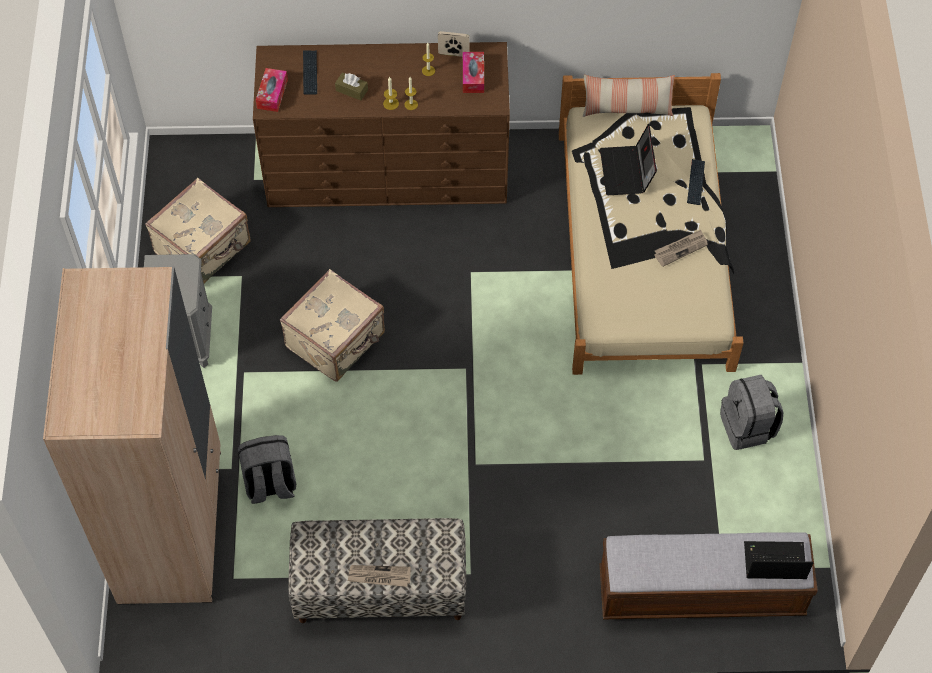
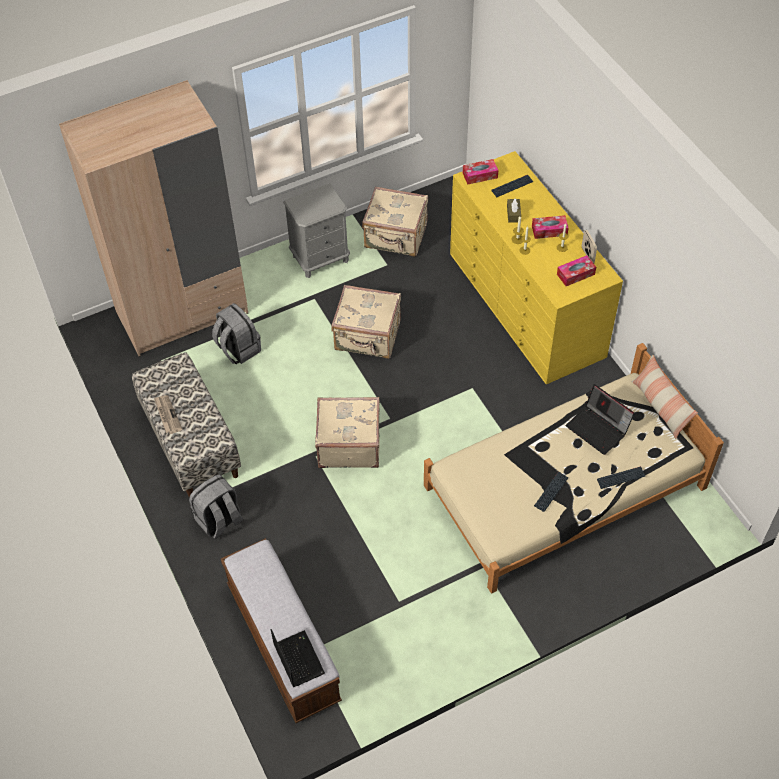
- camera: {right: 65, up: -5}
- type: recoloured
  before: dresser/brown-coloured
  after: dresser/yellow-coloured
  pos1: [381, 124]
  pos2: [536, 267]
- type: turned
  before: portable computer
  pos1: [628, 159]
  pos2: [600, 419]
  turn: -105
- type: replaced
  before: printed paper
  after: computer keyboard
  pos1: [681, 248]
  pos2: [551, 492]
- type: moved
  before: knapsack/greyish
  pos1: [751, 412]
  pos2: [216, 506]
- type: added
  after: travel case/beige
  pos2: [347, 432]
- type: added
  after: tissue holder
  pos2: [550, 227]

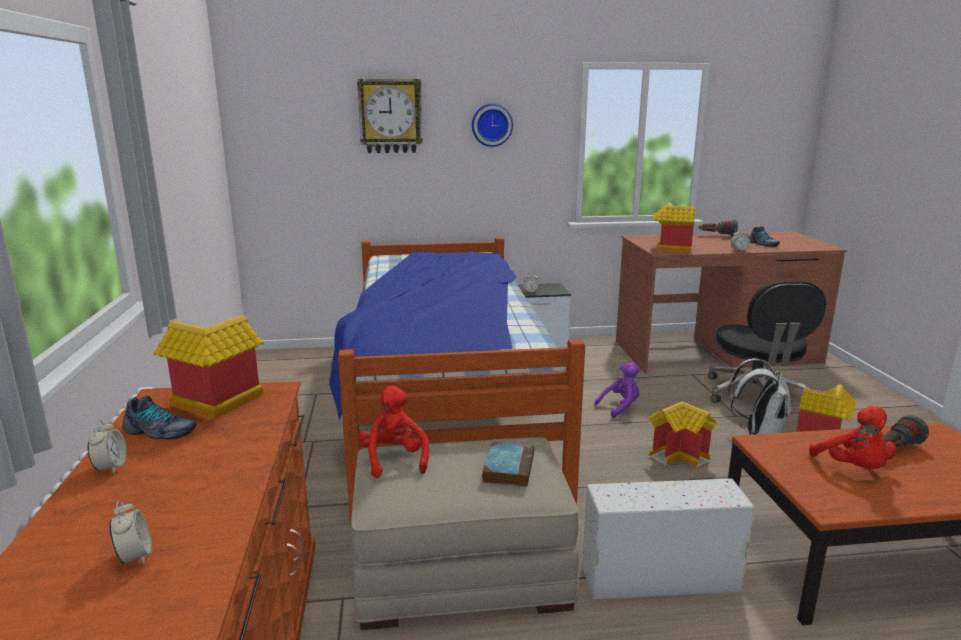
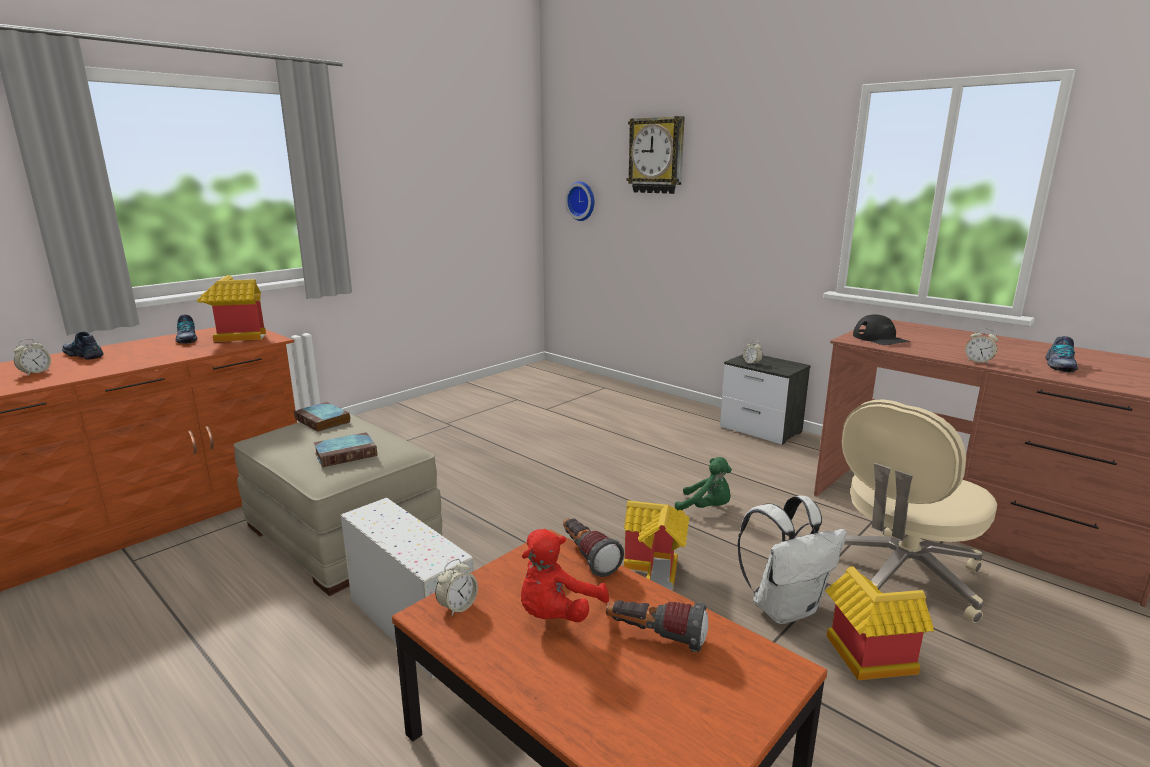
- camera: {right: 50, up: 0}
- type: moved
  before: table clock
  pos1: [107, 447]
  pos2: [456, 587]
- type: removed
  before: bed
  pos1: [457, 381]
- type: replaced
  before: soft toy/red
  after: volume
  pos1: [394, 432]
  pos2: [322, 417]
- type: moved
  before: clock on the wall
  pos1: [492, 125]
  pos2: [579, 201]
- type: recoloured
  before: soft toy/purplish
  after: soft toy/green-coloured
  pos1: [617, 390]
  pos2: [703, 483]
- type: replaced
  before: miniature house
  after: baseball cap/blackish
  pos1: [674, 227]
  pos2: [881, 329]
- type: moved
  before: torch
  pos1: [718, 228]
  pos2: [593, 547]
- type: recoloured
  before: desk chair/blackish
  after: desk chair/beige
  pos1: [767, 341]
  pos2: [919, 511]
- type: added
  after: shoe
  pos2: [82, 345]

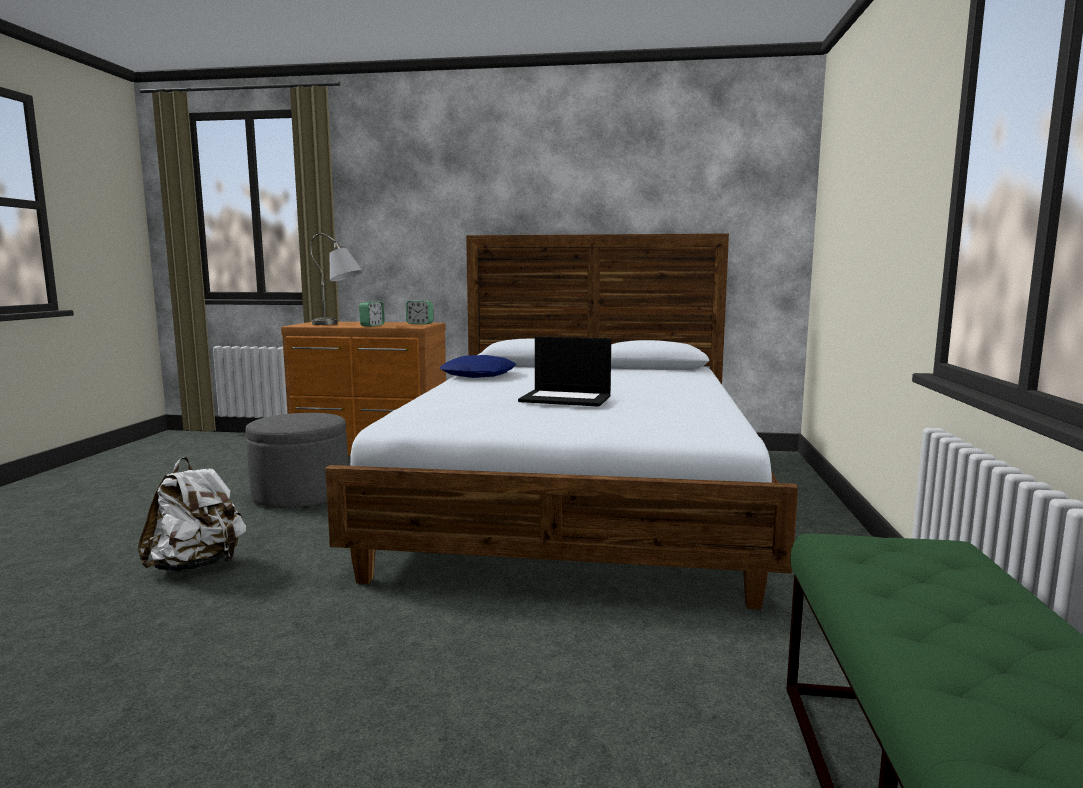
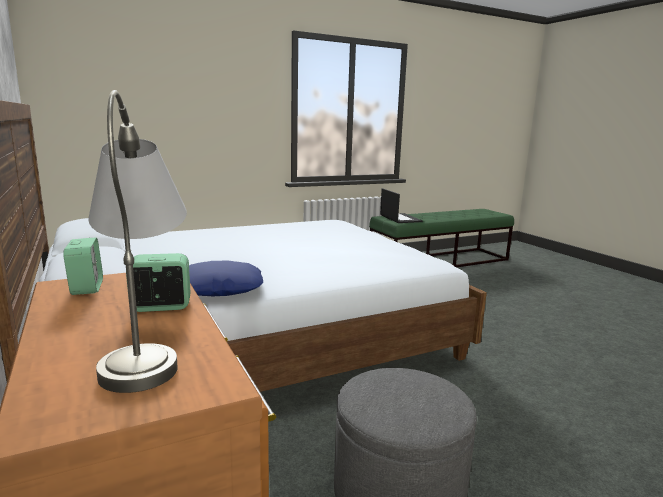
- camera: {right: -125, up: 5}
- type: removed
  before: knapsack/whitish
  pos1: [192, 514]
- type: moved
  before: portable computer
  pos1: [564, 371]
  pos2: [401, 205]

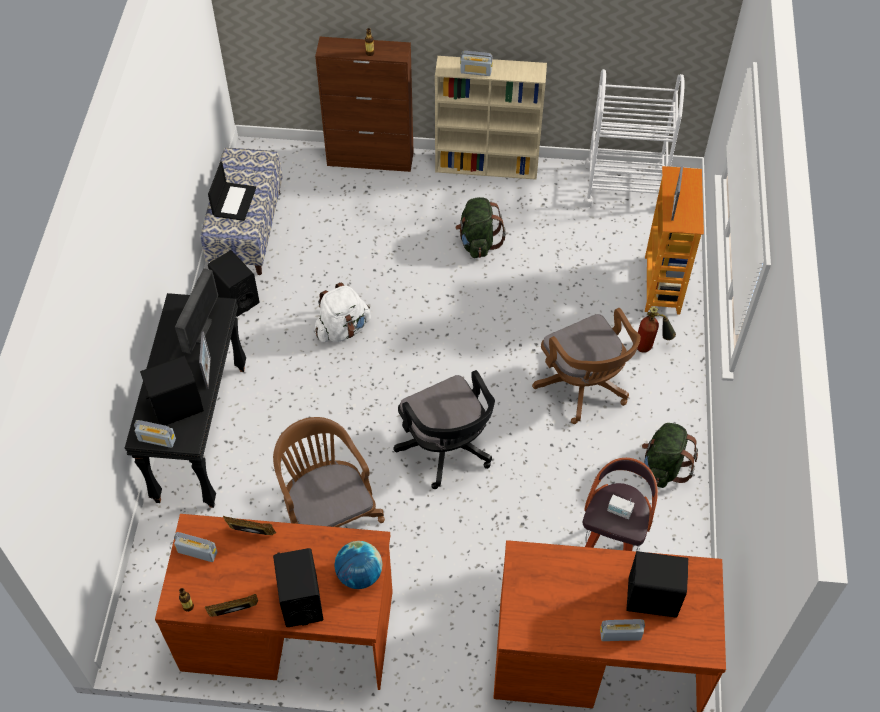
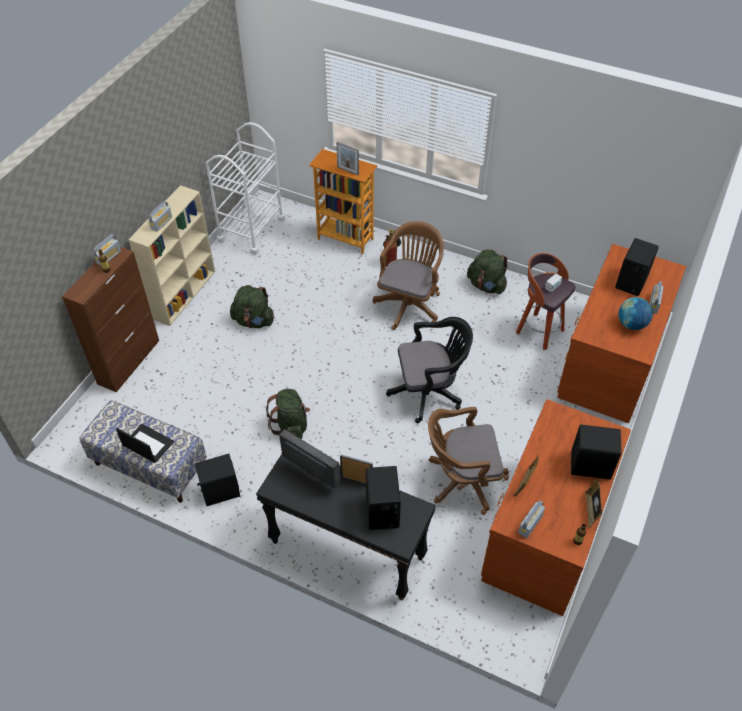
- camera: {right: -70, up: -5}
- type: moved
  before: radio receiver
  pos1: [155, 434]
  pos2: [107, 250]
- type: recoloured
  before: knapsack/whitish
  after: knapsack/green-coloured
  pos1: [342, 312]
  pos2: [288, 414]
- type: moved
  before: globe
  pos1: [358, 565]
  pos2: [636, 313]
- type: turned
  before: desk chair/brown-coloured
  pos1: [586, 366]
  pos2: [408, 275]
  turn: -60

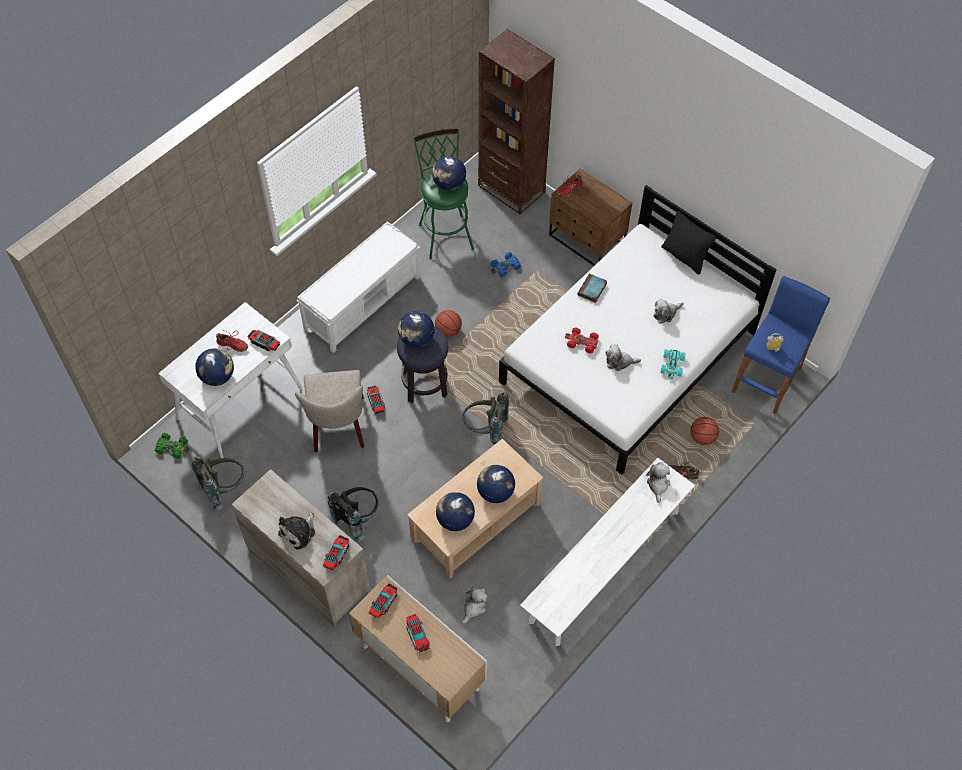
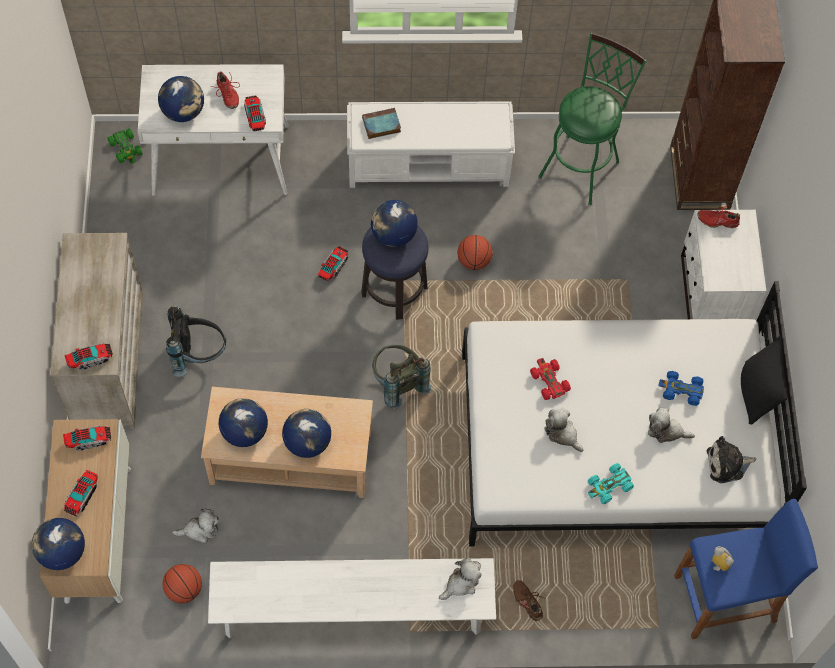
- camera: {right: 45, up: 5}
- type: removed
  before: knapsack/greyish
  pos1: [217, 483]
- type: moved
  before: soft toy
  pos1: [296, 531]
  pos2: [731, 459]
- type: removed
  before: plain chair/beige
  pos1: [329, 411]
- type: moved
  before: globe
  pos1: [449, 173]
  pos2: [58, 544]
- type: moved
  before: toy car/bluish
  pos1: [506, 264]
  pos2: [681, 388]
- type: recoloured
  before: night table/brown-coloured
  after: night table/whitish
  pos1: [590, 217]
  pos2: [723, 264]
- type: moved
  before: volume
  pos1: [592, 288]
  pos2: [381, 123]
- type: moved
  before: ball for basketball
  pos1: [704, 431]
  pos2: [182, 583]

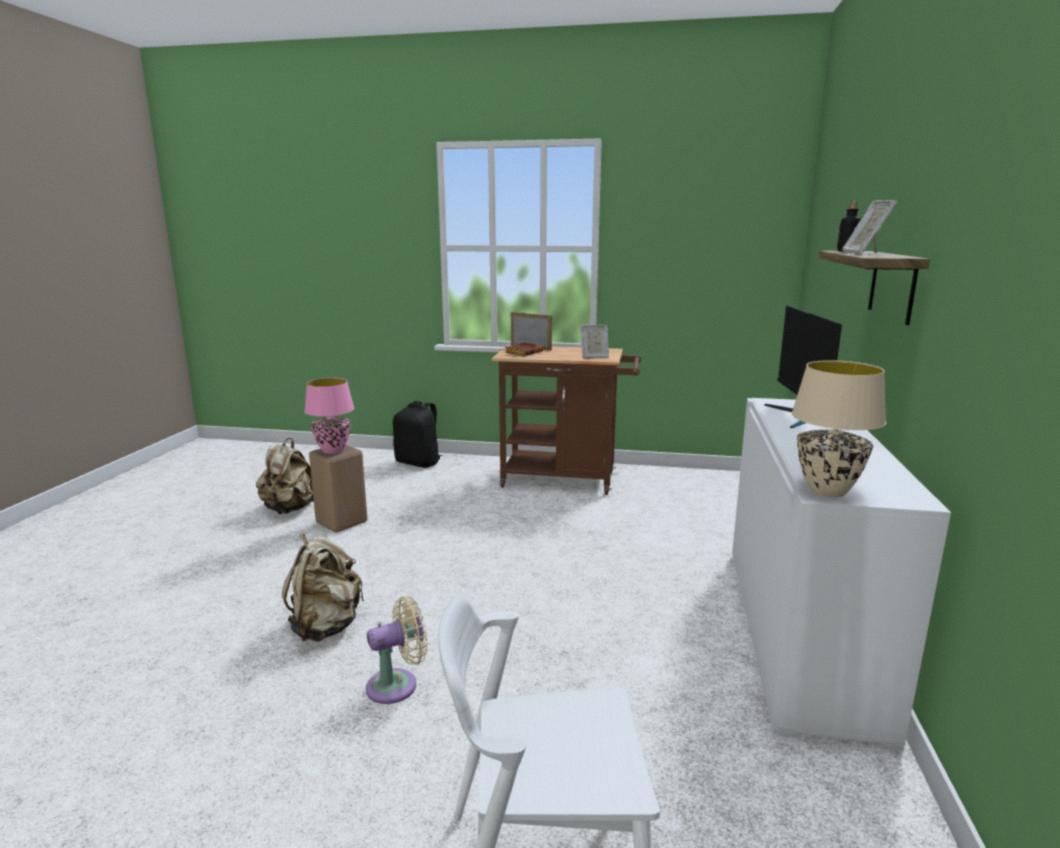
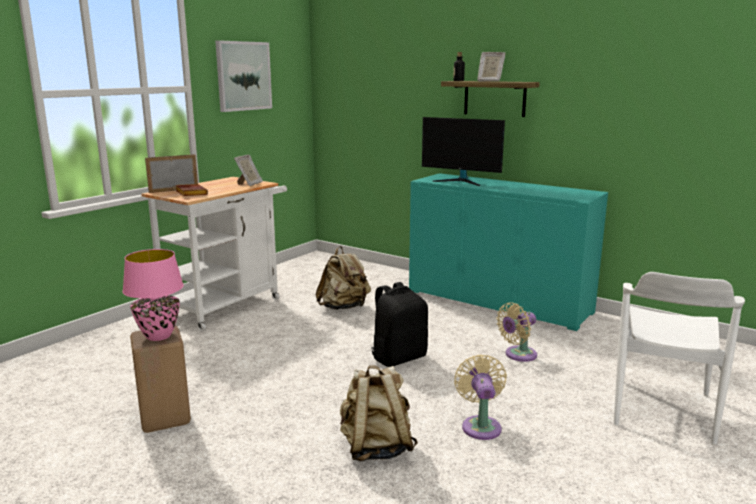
- camera: {right: -65, up: 0}
- type: moved
  before: knapsack/beige
  pos1: [285, 476]
  pos2: [343, 278]
- type: moved
  before: knapsack/blackish
  pos1: [417, 434]
  pos2: [400, 324]
- type: recoloured
  before: wheeled cart/brown-coloured
  after: wheeled cart/whitish
  pos1: [566, 420]
  pos2: [214, 254]
- type: recoloured
  before: storage cabinet/whitish
  after: storage cabinet/turquoise-coloured
  pos1: [841, 574]
  pos2: [508, 252]
- type: removed
  before: lamp for a table/beige
  pos1: [838, 428]
- type: added
  after: wall picture
  pos2: [243, 76]
- type: added
  after: cooling fan/beige
  pos2: [516, 332]

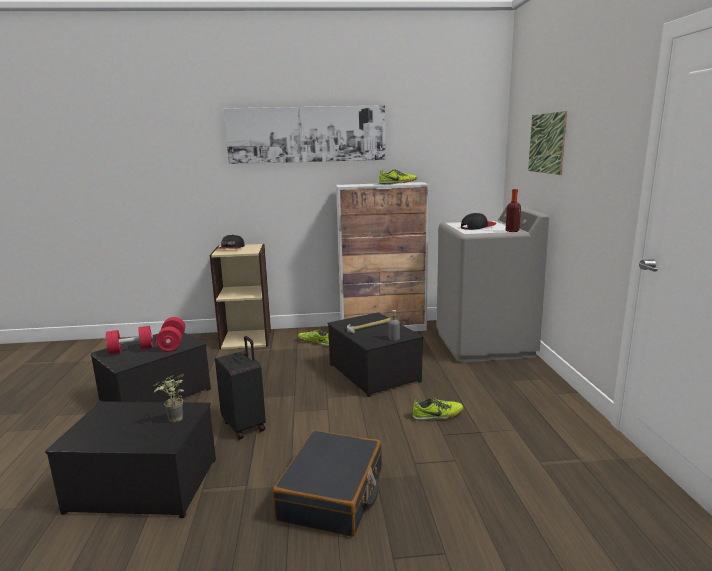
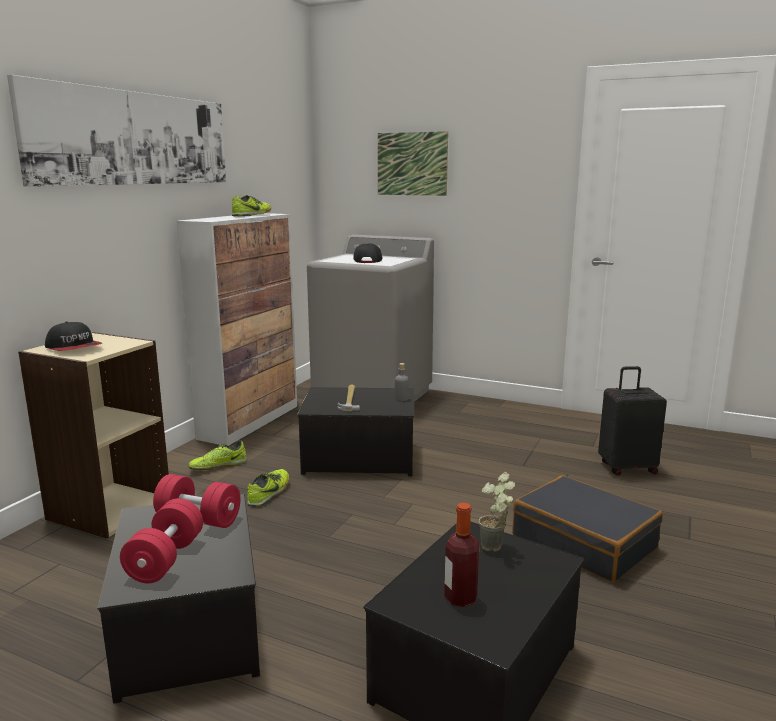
- camera: {right: -60, up: 0}
- type: moved
  before: travel case/blackish
  pos1: [240, 387]
  pos2: [632, 420]
- type: moved
  before: shoe
  pos1: [437, 409]
  pos2: [268, 488]
- type: moved
  before: beverage bottle
  pos1: [513, 210]
  pos2: [461, 555]

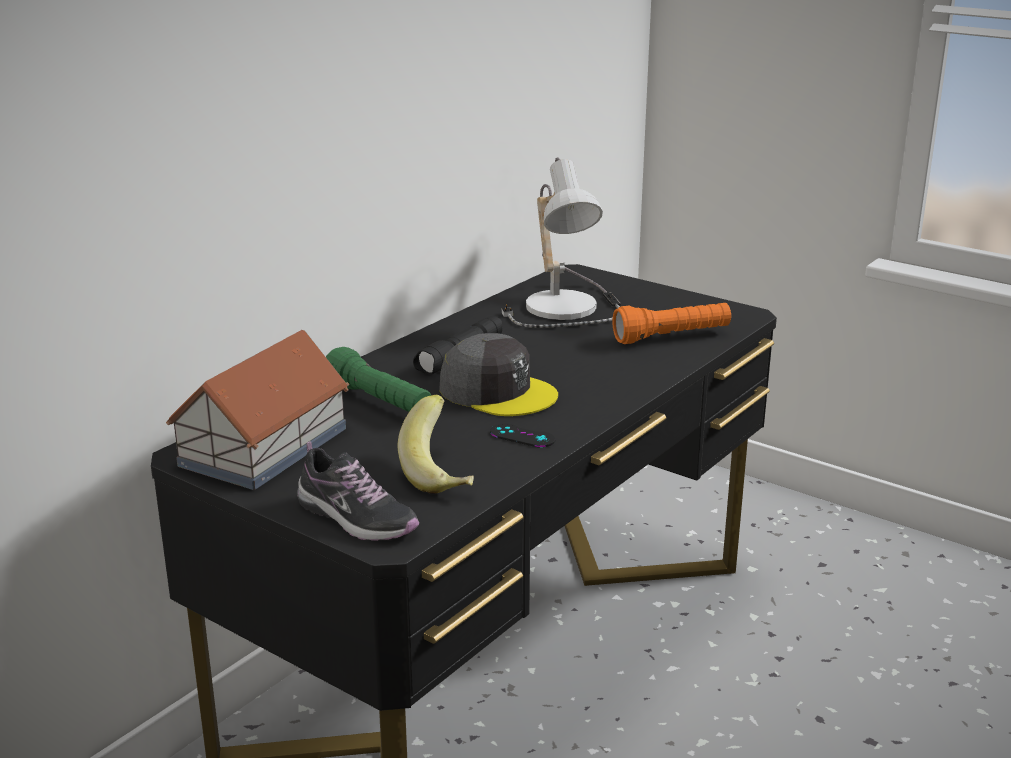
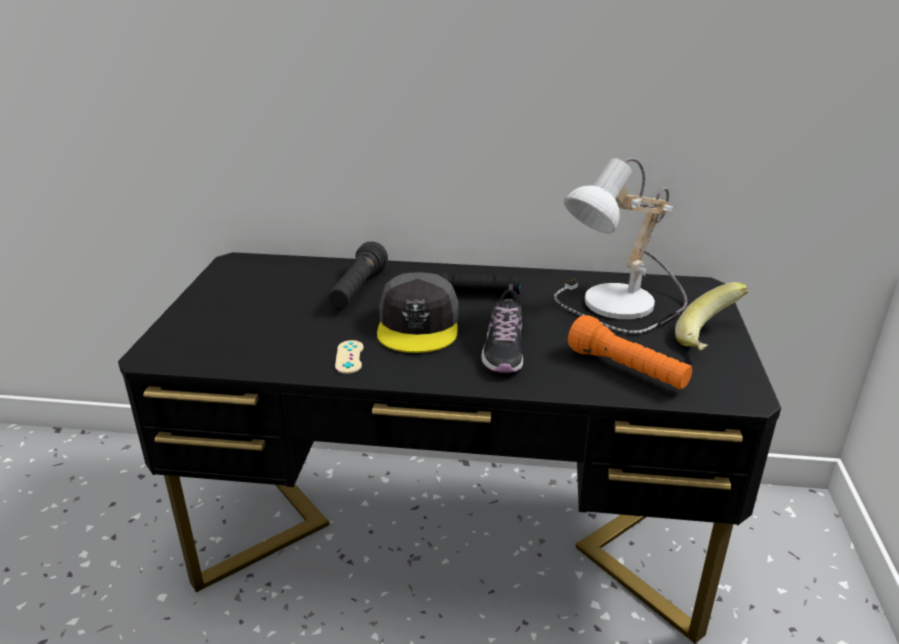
- camera: {right: 60, up: 5}
- type: removed
  before: miniature house
  pos1: [258, 410]
- type: moved
  before: shoe
  pos1: [358, 491]
  pos2: [502, 328]
- type: recoloured
  before: torch/green-coloured
  after: torch/blackish
  pos1: [378, 379]
  pos2: [358, 275]
- type: moved
  before: whole banana
  pos1: [436, 444]
  pos2: [712, 316]
- type: recoloured
  before: gamepad/blackish
  after: gamepad/beige
  pos1: [522, 435]
  pos2: [349, 357]

